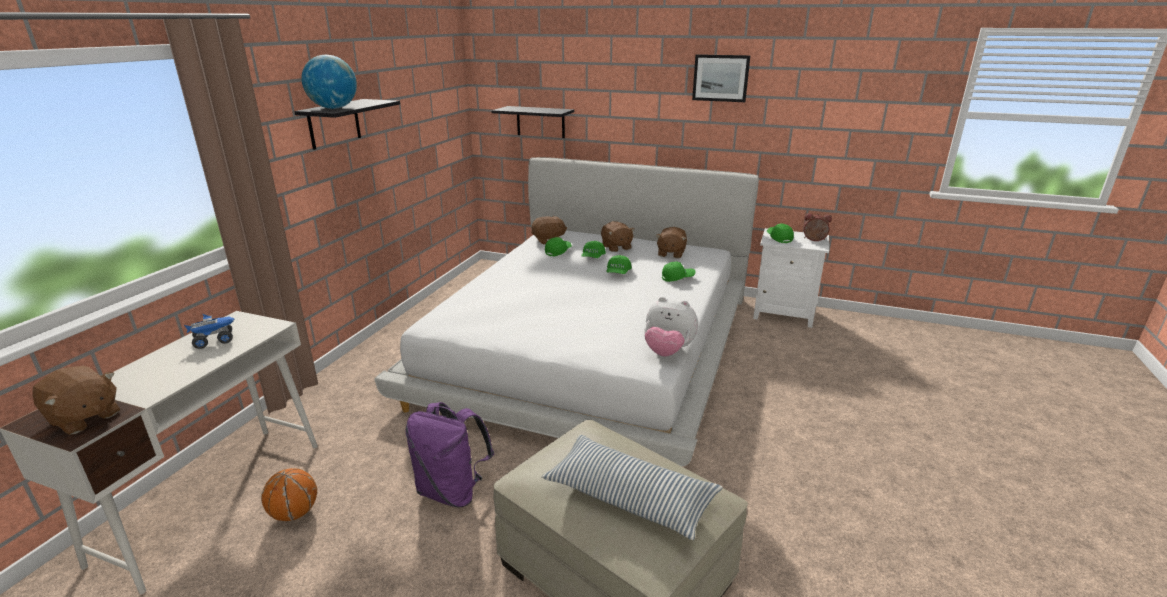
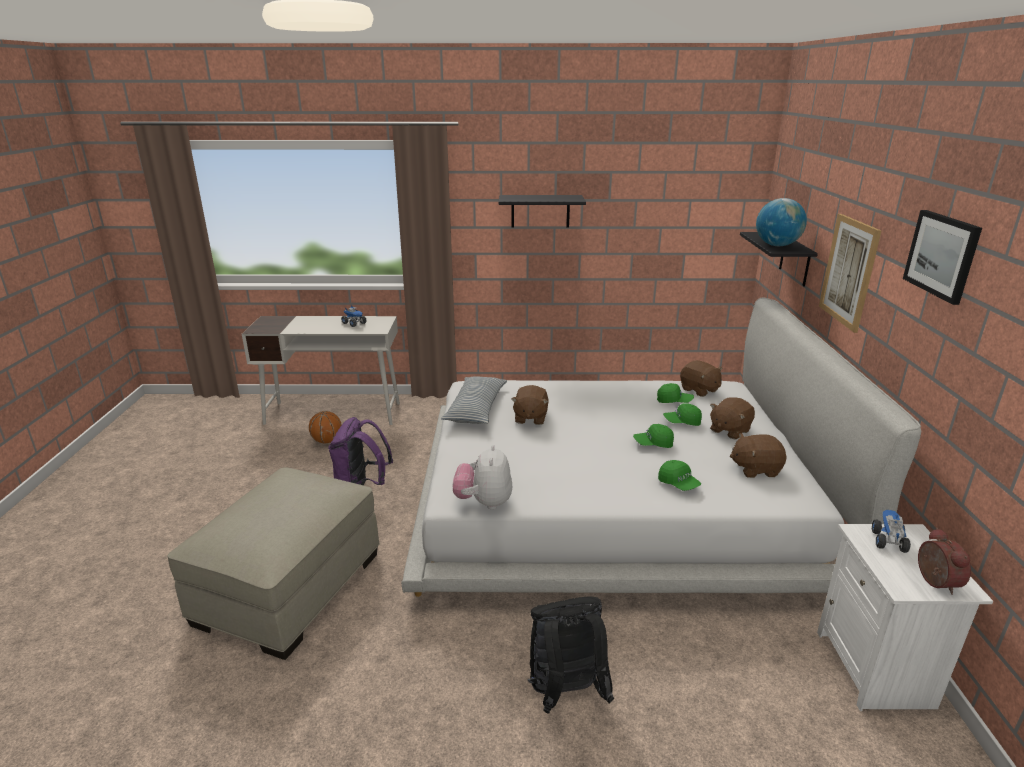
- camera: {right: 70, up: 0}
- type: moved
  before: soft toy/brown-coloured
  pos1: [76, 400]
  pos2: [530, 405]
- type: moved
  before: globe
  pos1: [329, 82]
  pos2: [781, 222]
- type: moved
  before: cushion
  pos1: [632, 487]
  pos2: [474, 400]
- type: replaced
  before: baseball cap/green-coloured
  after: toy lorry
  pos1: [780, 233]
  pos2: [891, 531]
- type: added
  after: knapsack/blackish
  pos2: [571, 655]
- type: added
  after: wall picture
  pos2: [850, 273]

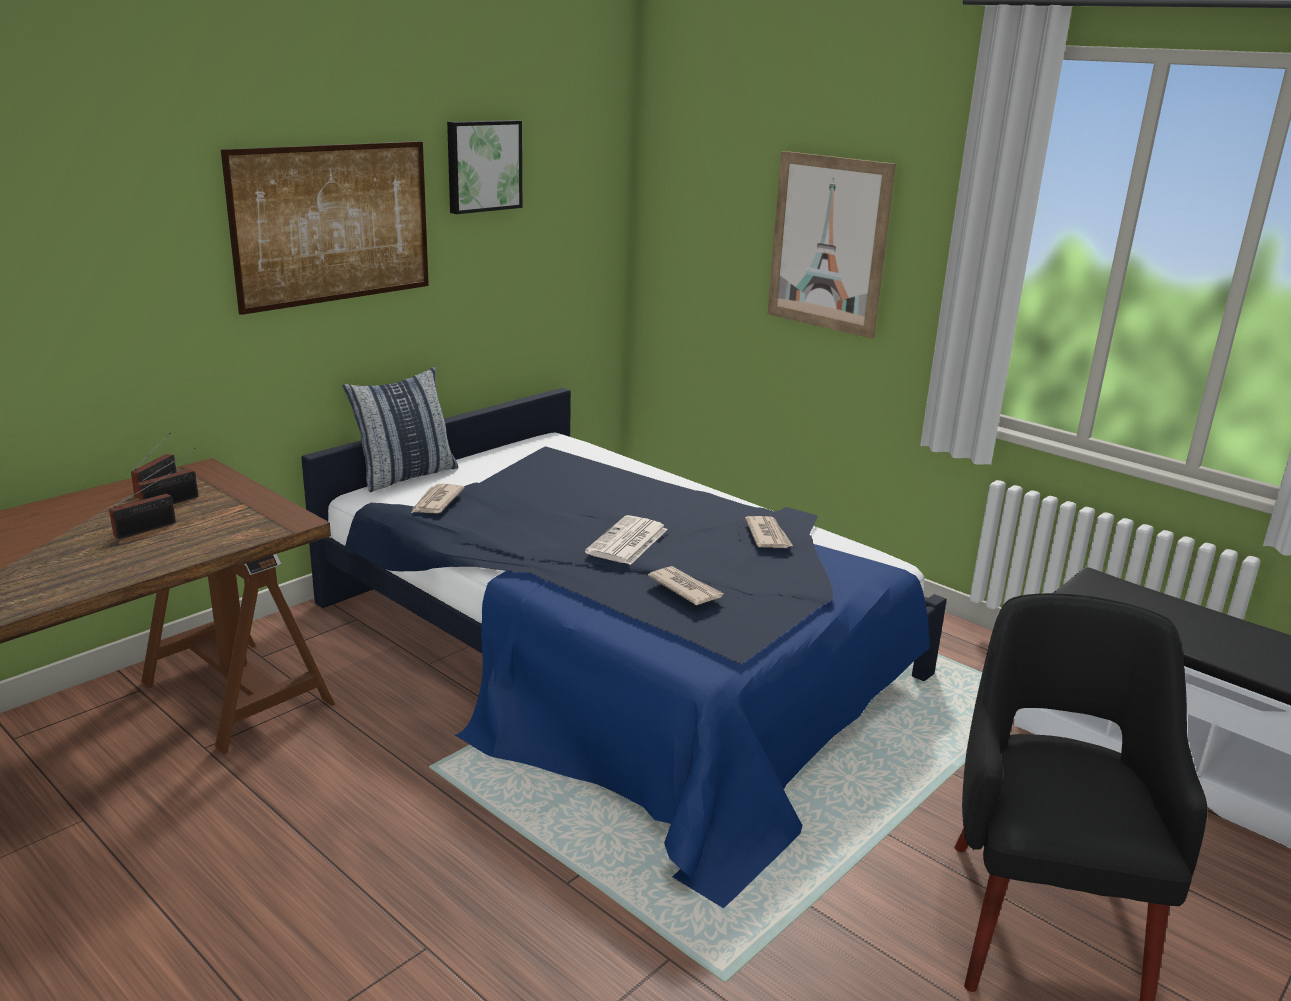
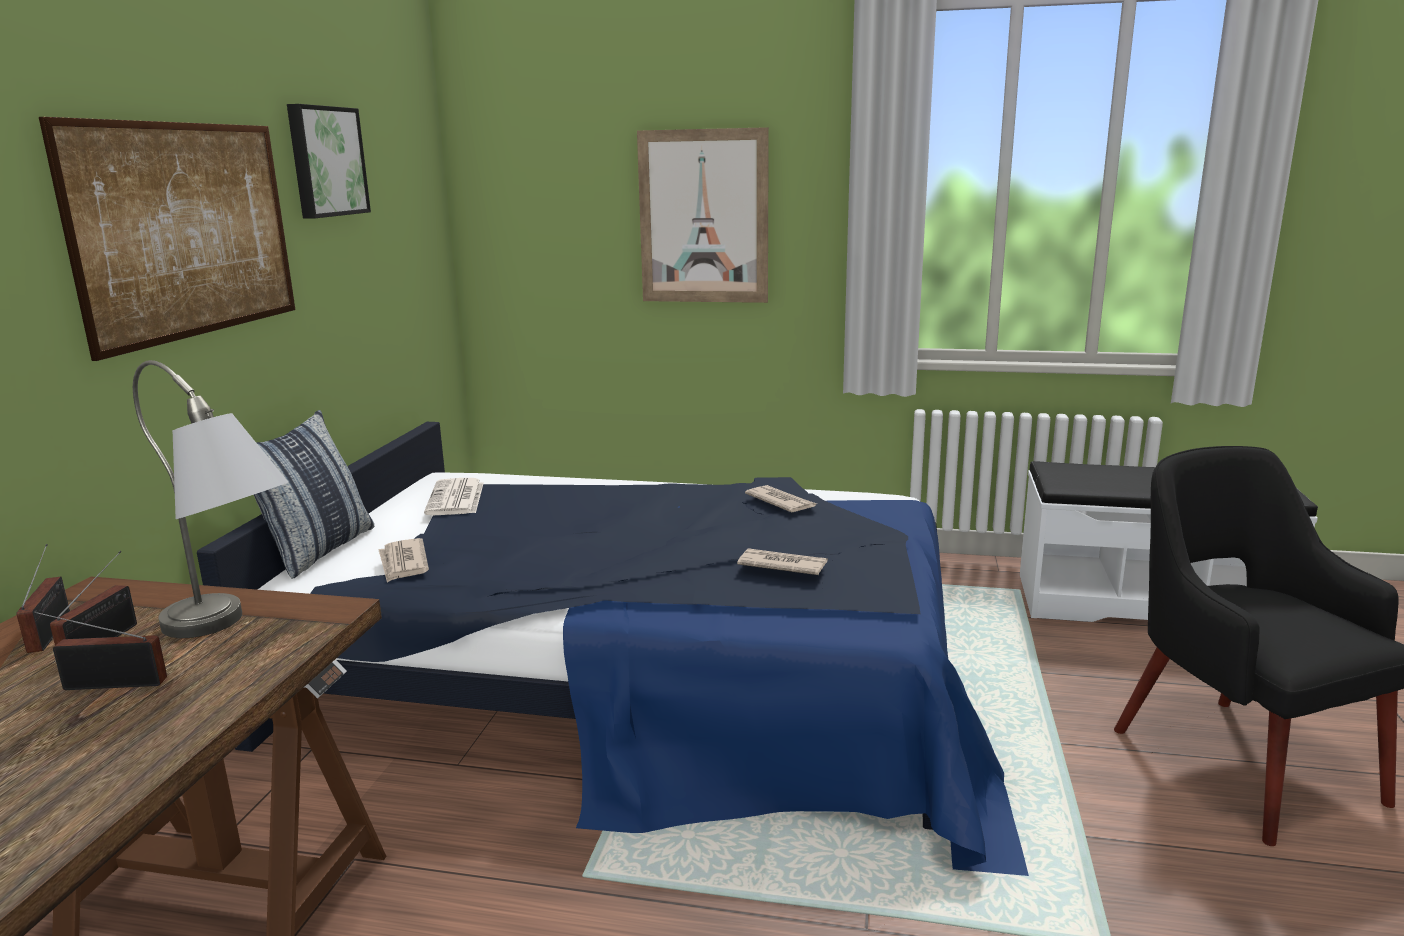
- camera: {right: -30, up: -5}
- type: turned
  before: radio receiver
  pos1: [142, 505]
  pos2: [100, 650]
  turn: -105
- type: moved
  before: printed paper
  pos1: [626, 540]
  pos2: [454, 496]
- type: added
  after: lamp for a table/greyish
  pos2: [210, 499]

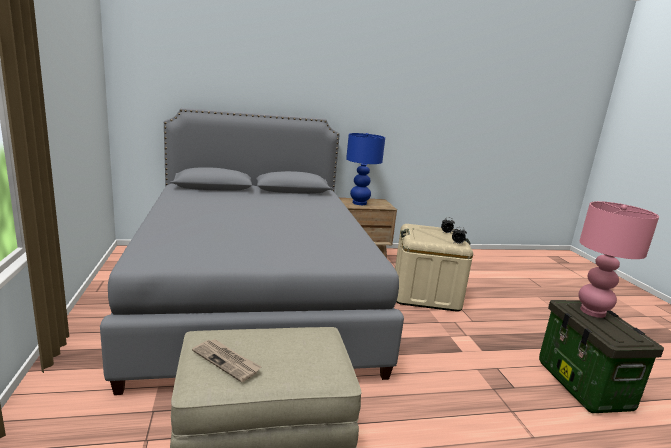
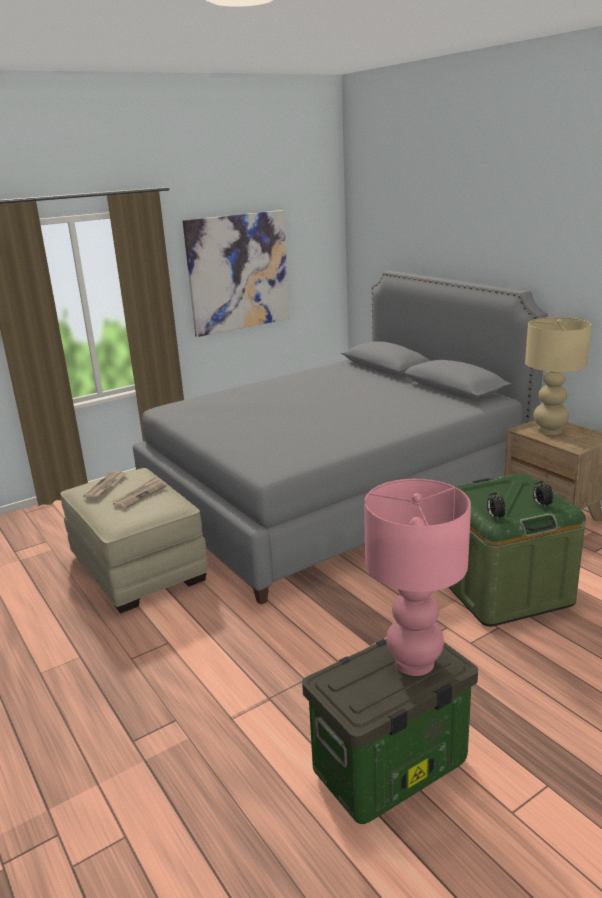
- camera: {right: 70, up: 5}
- type: recoloured
  before: lamp for a table/bluish
  after: lamp for a table/beige
  pos1: [365, 169]
  pos2: [558, 376]
- type: recoloured
  before: storage box/beige
  after: storage box/green-coloured
  pos1: [434, 268]
  pos2: [517, 550]
- type: added
  after: printed paper
  pos2: [139, 493]
- type: added
  after: wall picture
  pos2: [236, 273]

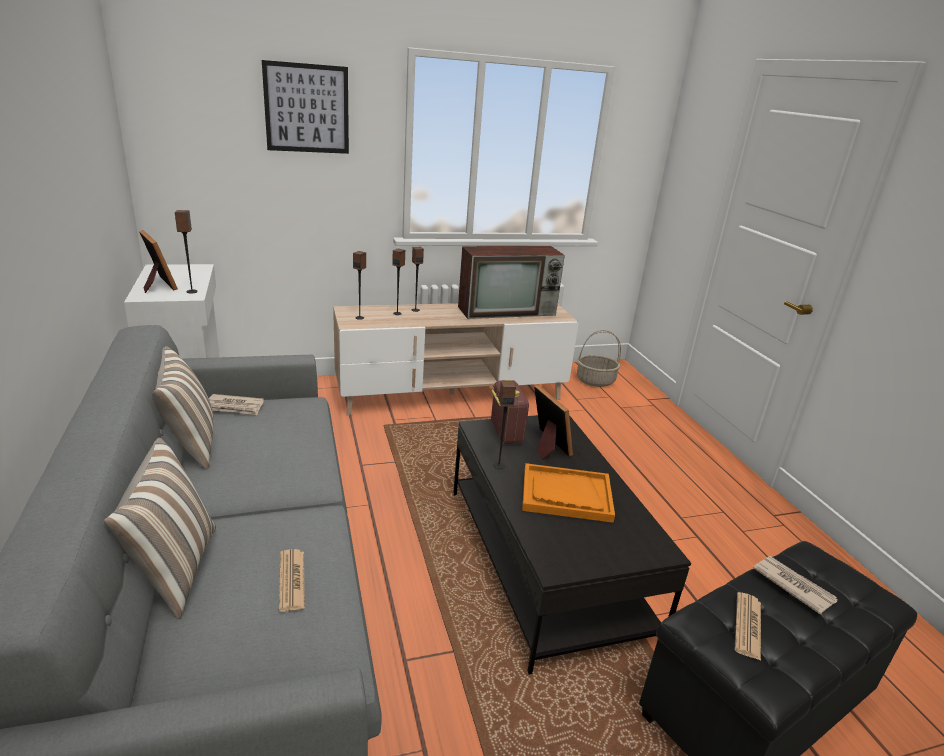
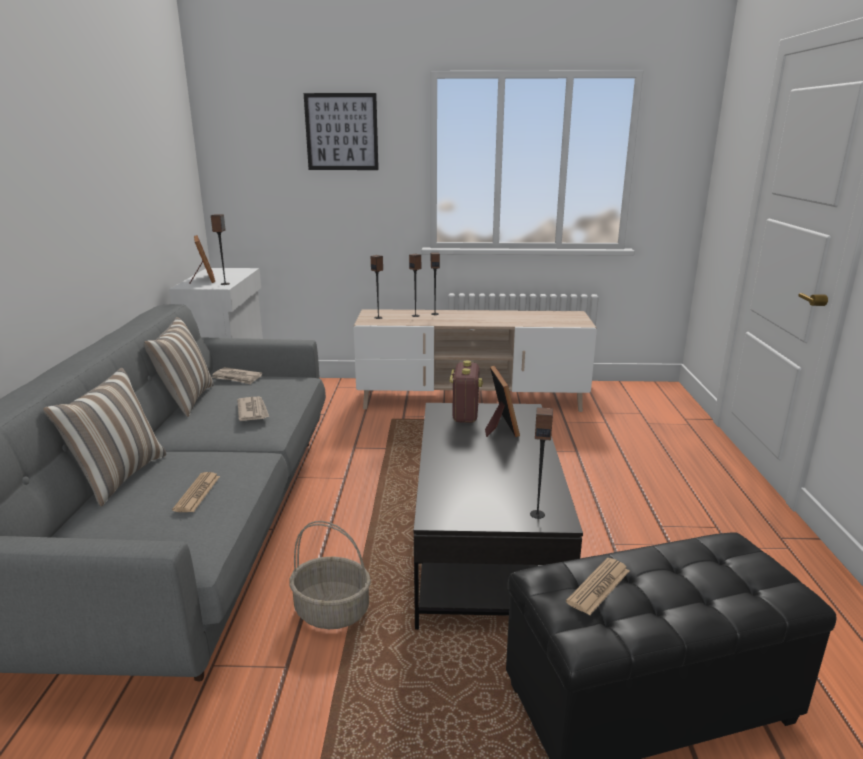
- camera: {right: 20, up: -5}
- type: removed
  before: television
  pos1: [511, 282]
- type: moved
  before: speaker
  pos1: [504, 424]
  pos2: [541, 463]
- type: removed
  before: serving tray/orange-coloured
  pos1: [568, 493]
- type: moved
  before: household basket
  pos1: [599, 358]
  pos2: [330, 575]
- type: moved
  before: printed paper
  pos1: [795, 585]
  pos2: [253, 409]

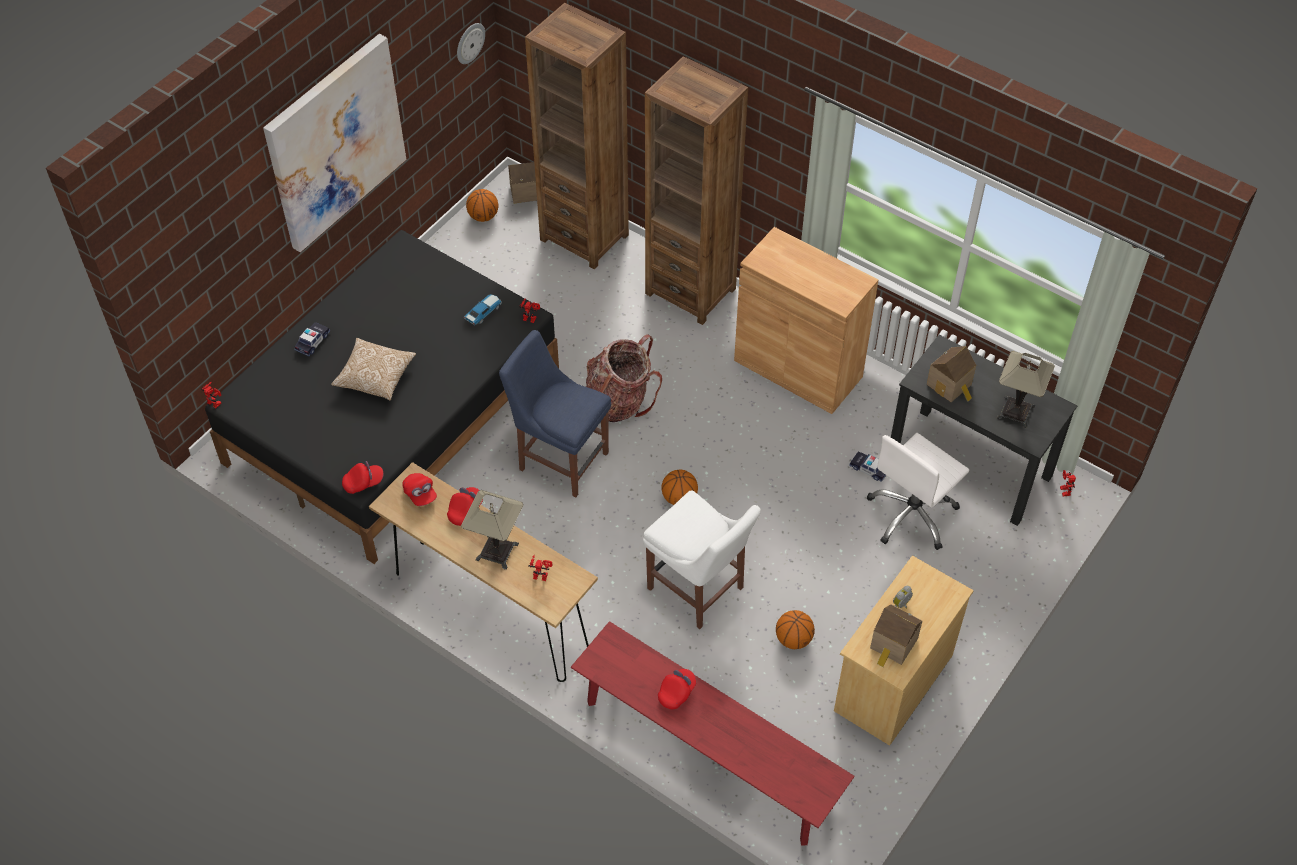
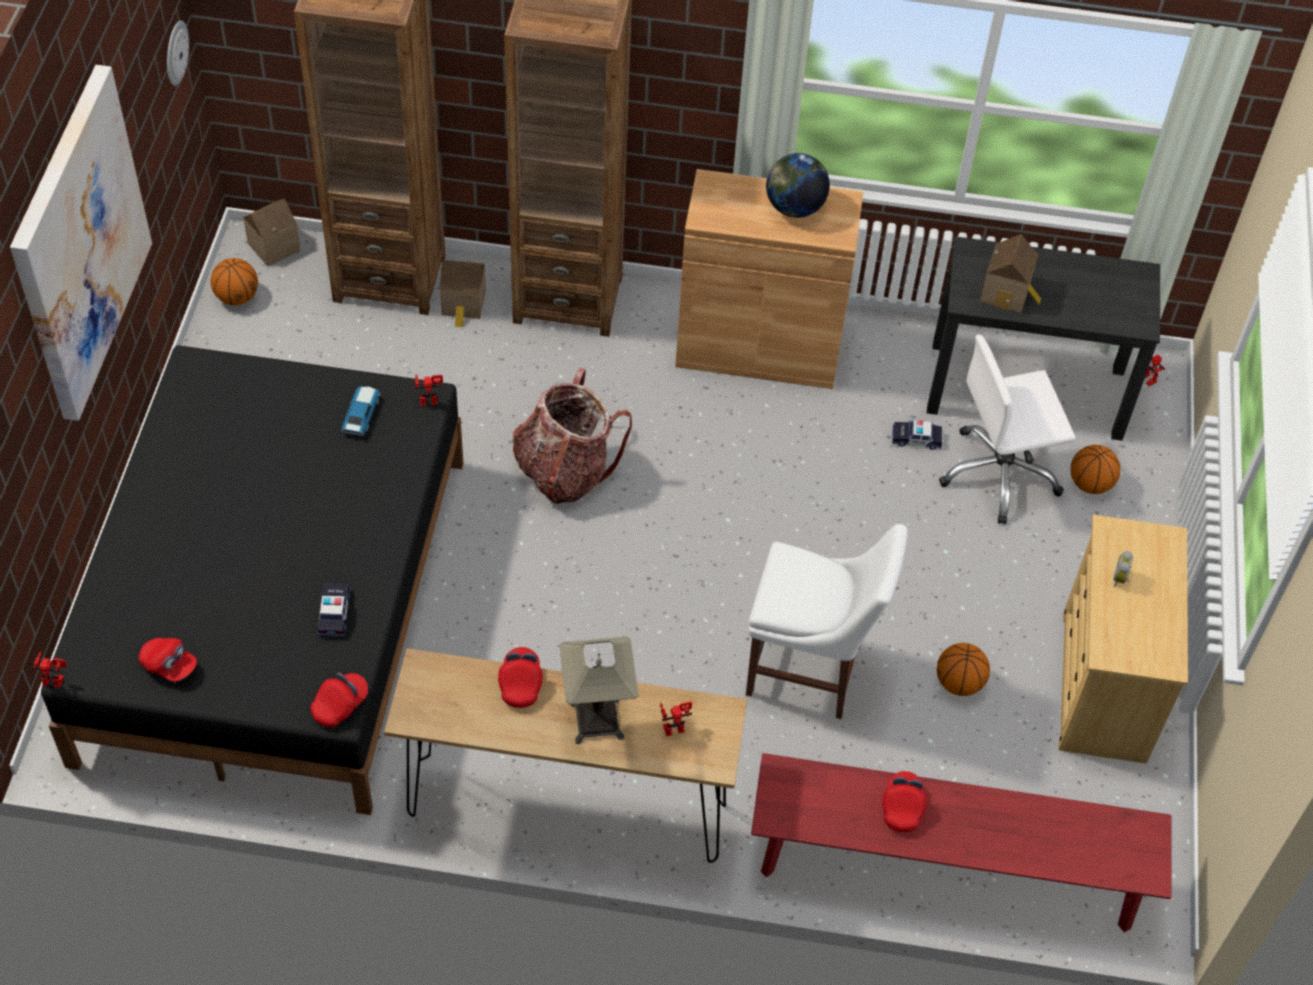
- camera: {right: -30, up: 0}
- type: moved
  before: toy car
  pos1: [312, 339]
  pos2: [333, 609]
- type: removed
  before: cushion
  pos1: [373, 369]
- type: moved
  before: baseball cap/red
  pos1: [419, 489]
  pos2: [168, 660]
- type: removed
  before: plain chair/bluish
  pos1: [555, 413]
- type: moved
  before: ball for basketball
  pos1: [679, 487]
  pos2: [1095, 469]
- type: turned
  before: desk chair/whitish
  pos1: [918, 491]
  pos2: [1007, 429]
  turn: 60
- type: moved
  before: miniature house
  pos1: [896, 635]
  pos2: [463, 293]
- type: removed
  before: lamp for a table
  pos1: [1025, 390]
- type: added
  after: globe
  pos2: [798, 185]

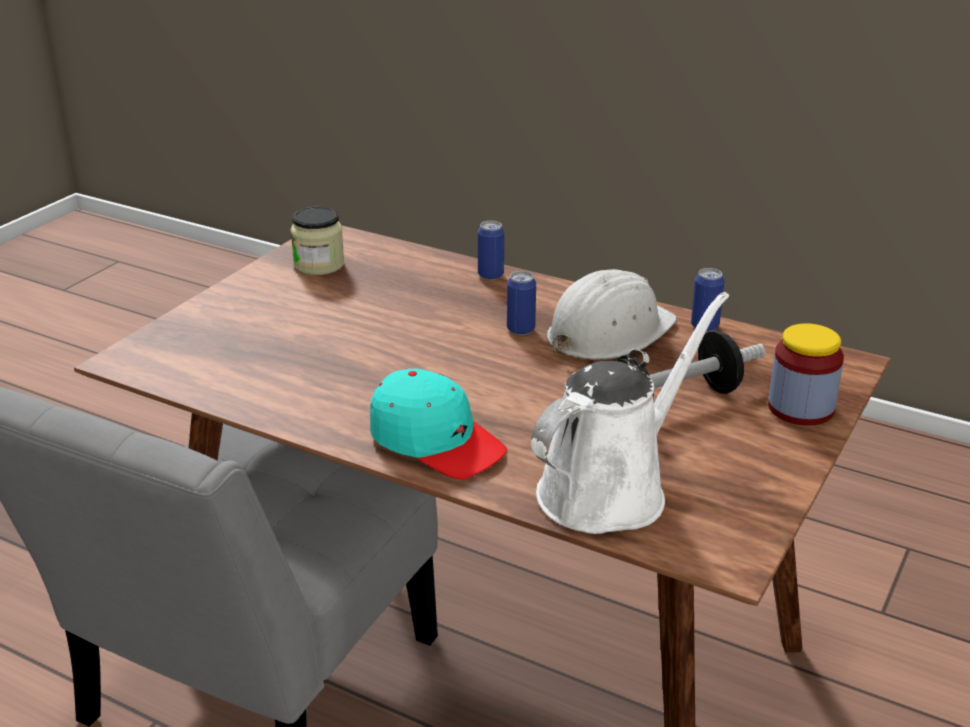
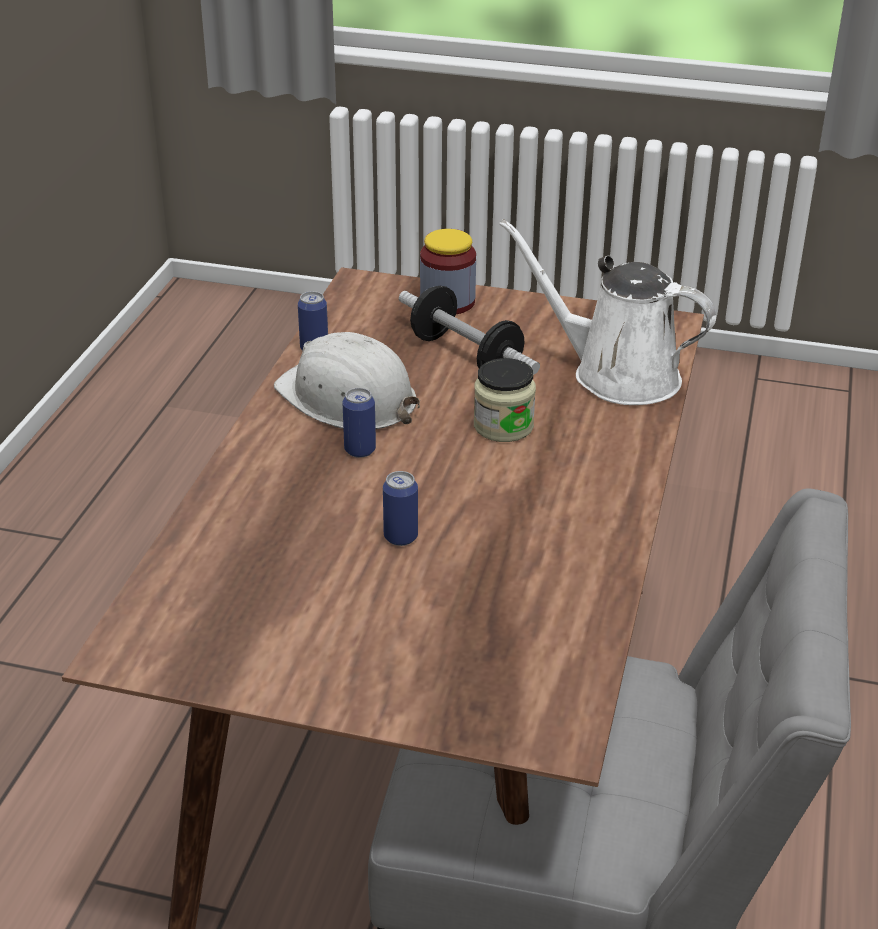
- camera: {right: -105, up: 5}
- type: moved
  before: storage jar
  pos1: [317, 241]
  pos2: [505, 400]
- type: removed
  before: baseball cap/turquoise-coloured
  pos1: [438, 424]
- type: moved
  before: metal can
  pos1: [491, 250]
  pos2: [400, 508]

